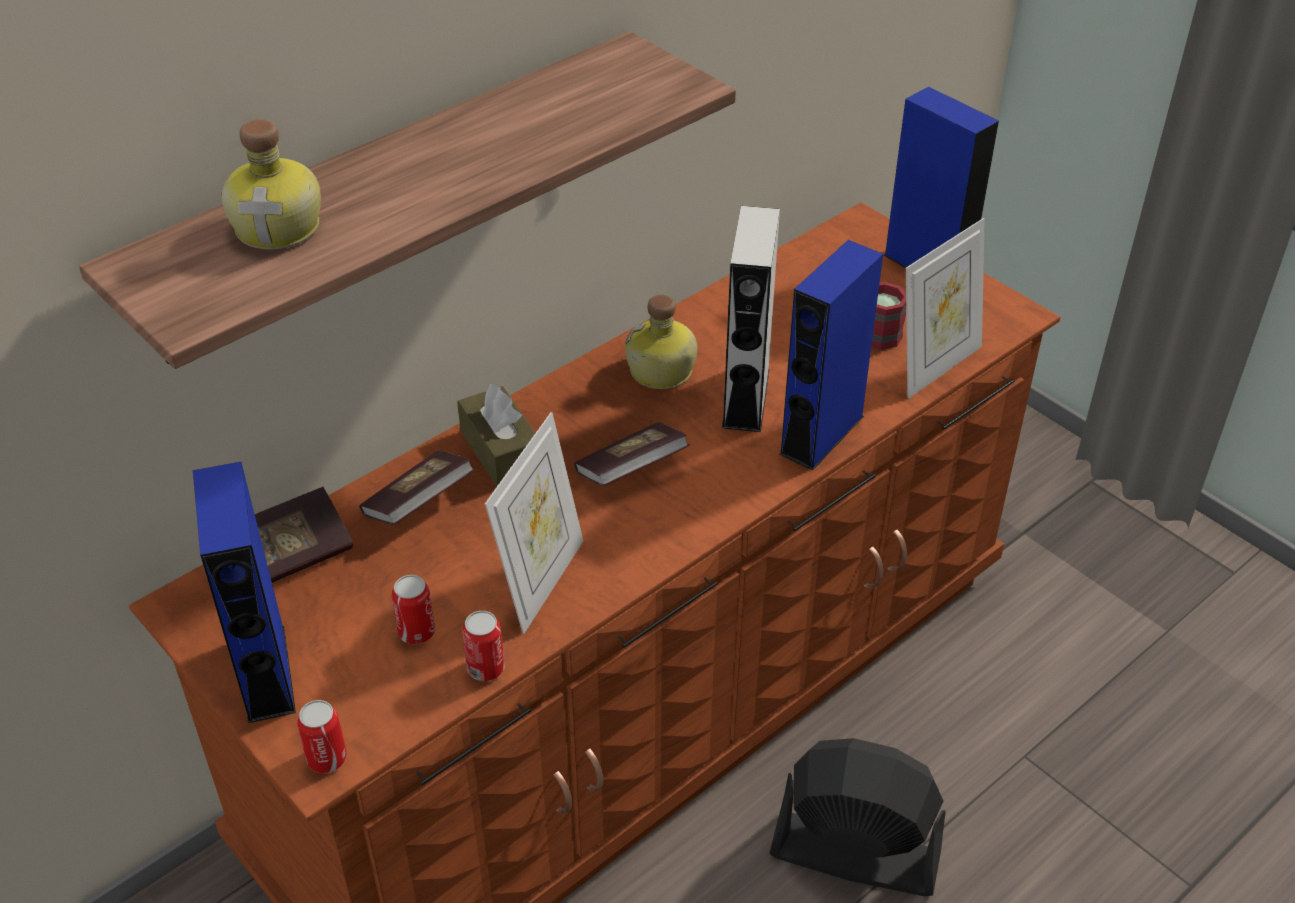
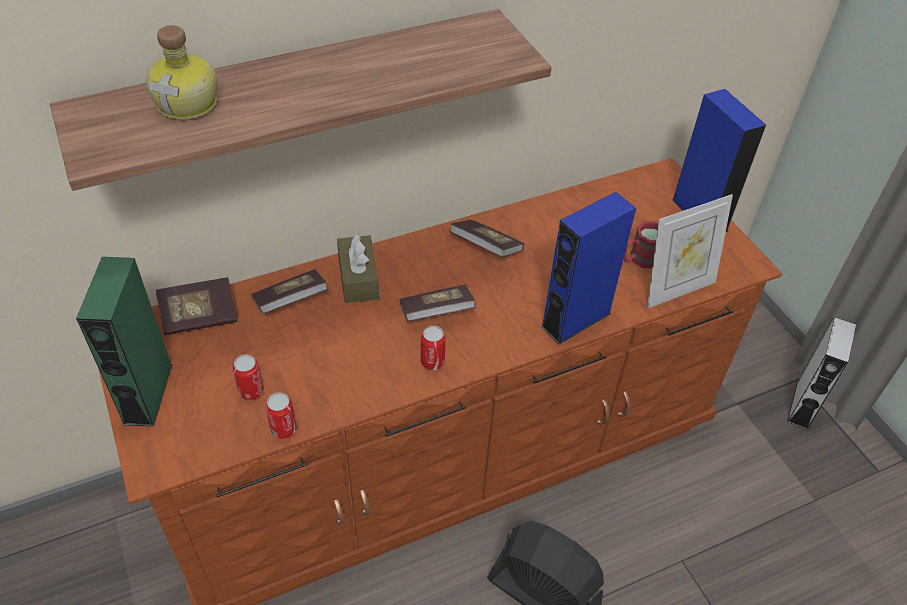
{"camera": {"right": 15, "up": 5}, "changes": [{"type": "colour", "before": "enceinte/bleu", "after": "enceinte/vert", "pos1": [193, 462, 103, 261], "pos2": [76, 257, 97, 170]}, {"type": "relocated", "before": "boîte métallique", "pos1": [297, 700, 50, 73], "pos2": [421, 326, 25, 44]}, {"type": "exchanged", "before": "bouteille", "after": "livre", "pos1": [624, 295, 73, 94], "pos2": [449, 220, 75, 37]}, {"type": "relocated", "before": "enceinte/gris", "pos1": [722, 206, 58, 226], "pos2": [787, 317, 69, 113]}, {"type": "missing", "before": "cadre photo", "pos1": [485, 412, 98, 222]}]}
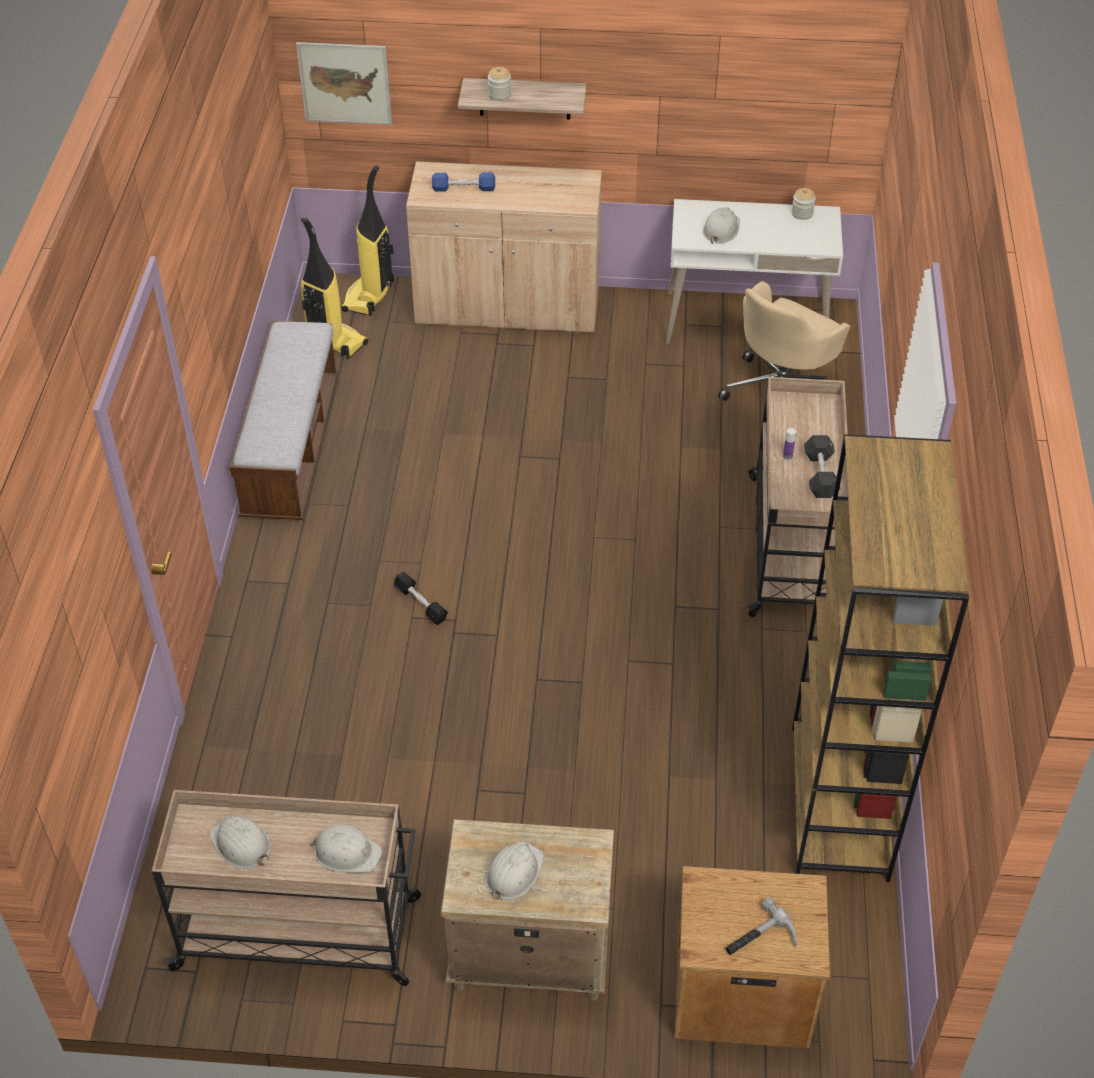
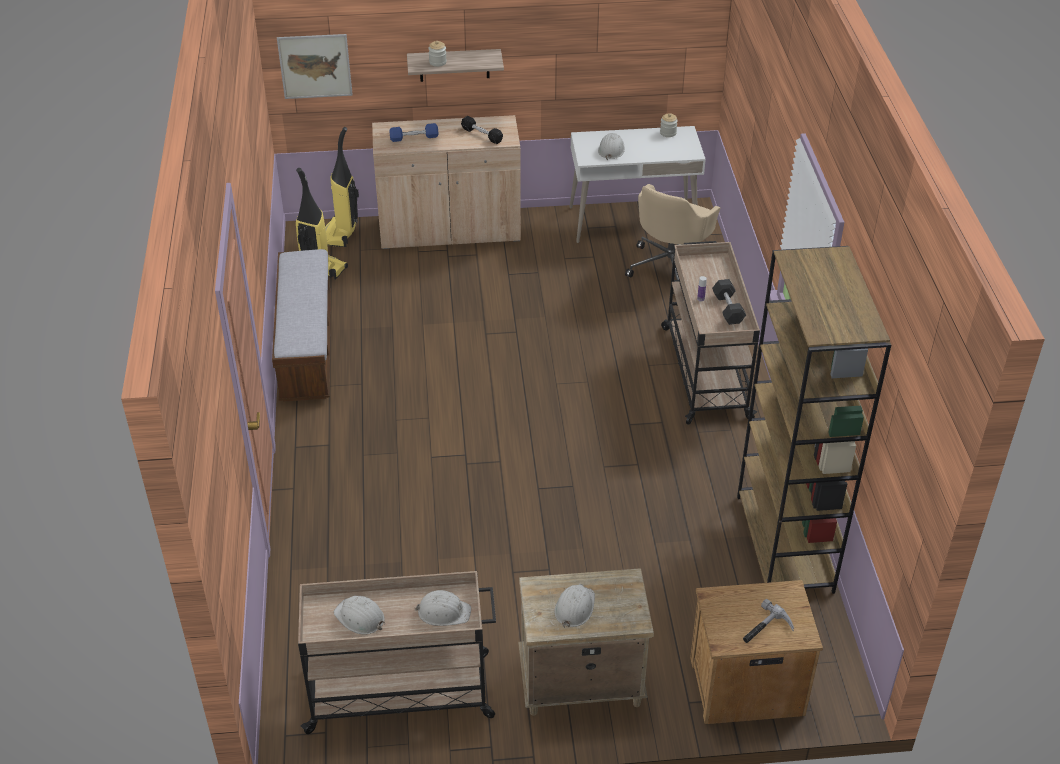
{"camera": {"right": -10, "up": -5}, "changes": [{"type": "relocated", "before": "haltère/noir", "pos1": [394, 572, 54, 53], "pos2": [461, 116, 42, 28]}]}
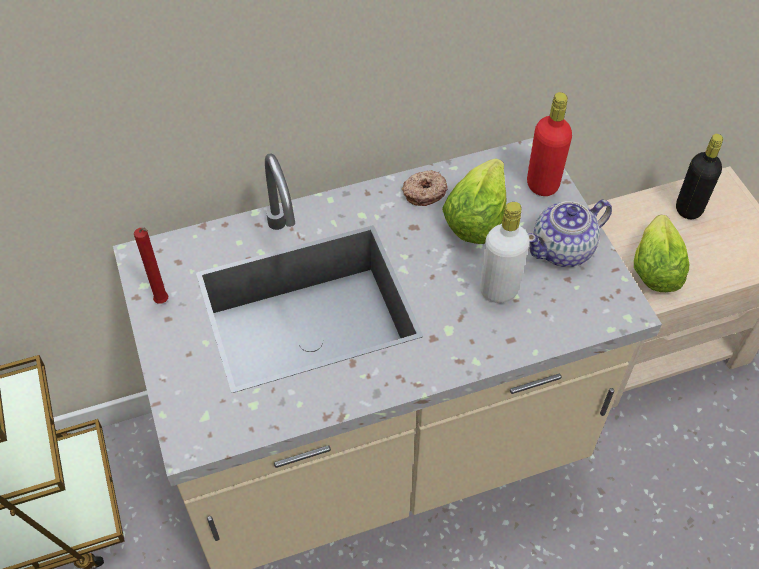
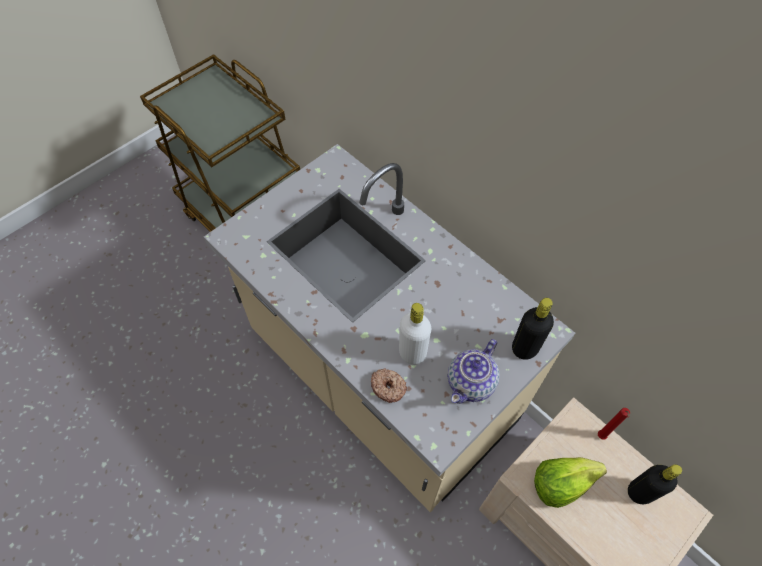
{"camera": {"right": 65, "up": 5}, "changes": [{"type": "relocated", "before": "beignet", "pos1": [402, 170, 46, 36], "pos2": [371, 368, 36, 35]}, {"type": "spun", "before": "théière", "pos1": [528, 200, 84, 67], "pos2": [447, 339, 53, 65], "turn": -90}, {"type": "colour", "before": "bouteille/rouge", "after": "bouteille/noir", "pos1": [527, 92, 45, 104], "pos2": [512, 298, 42, 62]}, {"type": "relocated", "before": "bougie/rouge", "pos1": [134, 228, 34, 76], "pos2": [598, 408, 32, 32]}, {"type": "missing", "before": "laitue", "pos1": [442, 158, 64, 86]}]}
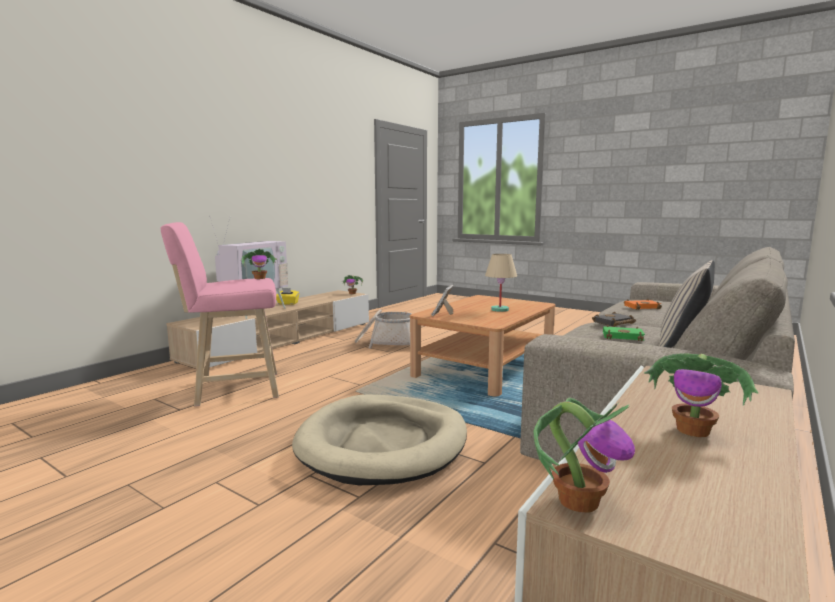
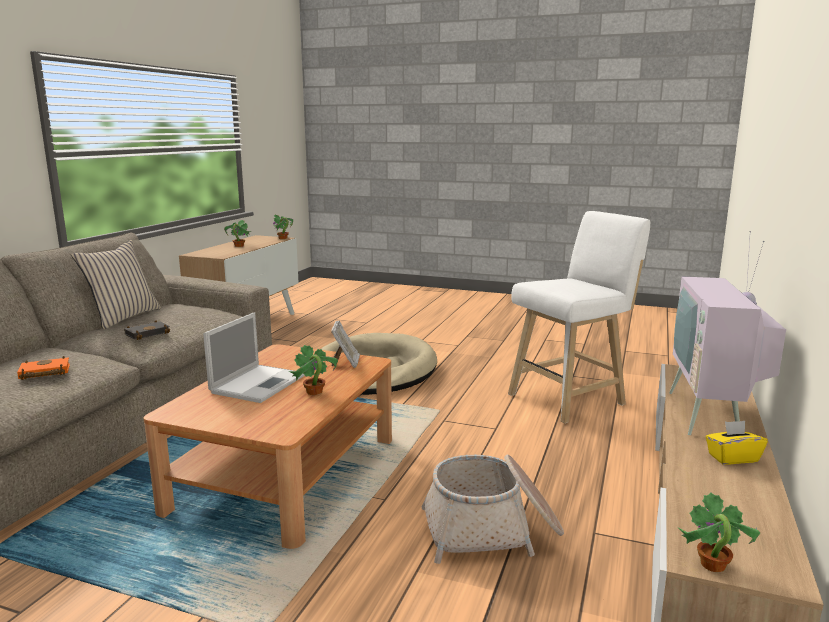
{"camera": {"right": 165, "up": 5}, "changes": [{"type": "exchanged", "before": "lampe de table/beige", "after": "ordinateur portable", "pos1": [485, 254, 32, 58], "pos2": [203, 312, 102, 91]}, {"type": "relocated", "before": "plante en pot", "pos1": [240, 249, 37, 30], "pos2": [289, 345, 49, 50]}, {"type": "colour", "before": "tabouret/rose", "after": "tabouret/blanc", "pos1": [161, 222, 118, 184], "pos2": [508, 211, 142, 213]}, {"type": "missing", "before": "livre/vert", "pos1": [603, 325, 42, 16]}]}
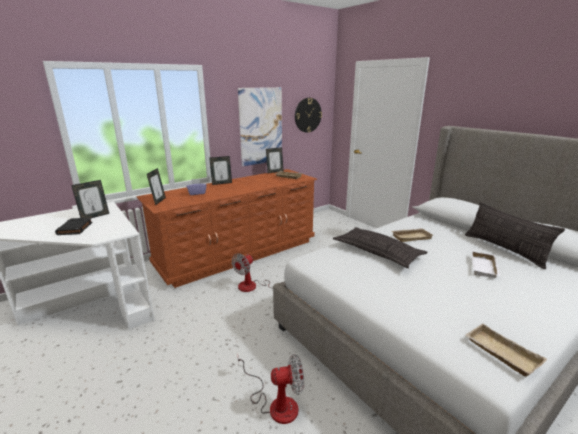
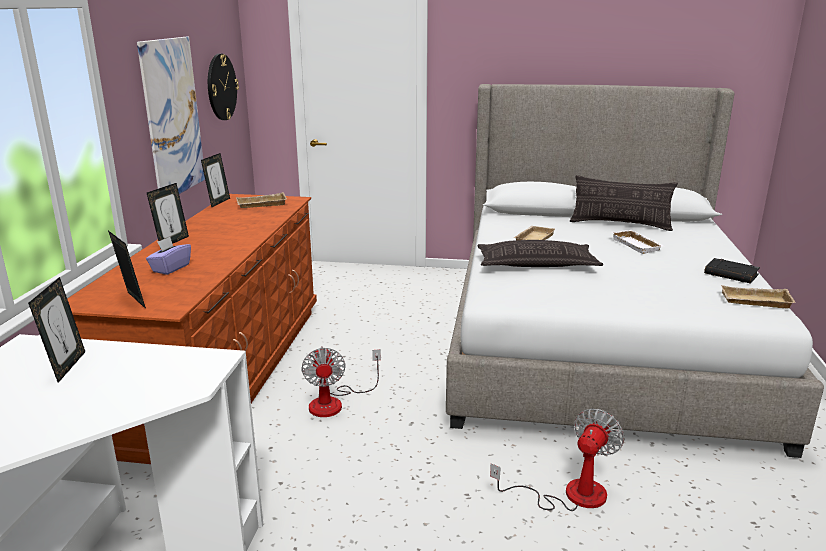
{"camera": {"right": -45, "up": 0}, "changes": [{"type": "relocated", "before": "livre/noir", "pos1": [55, 218, 37, 17], "pos2": [704, 258, 56, 26]}]}
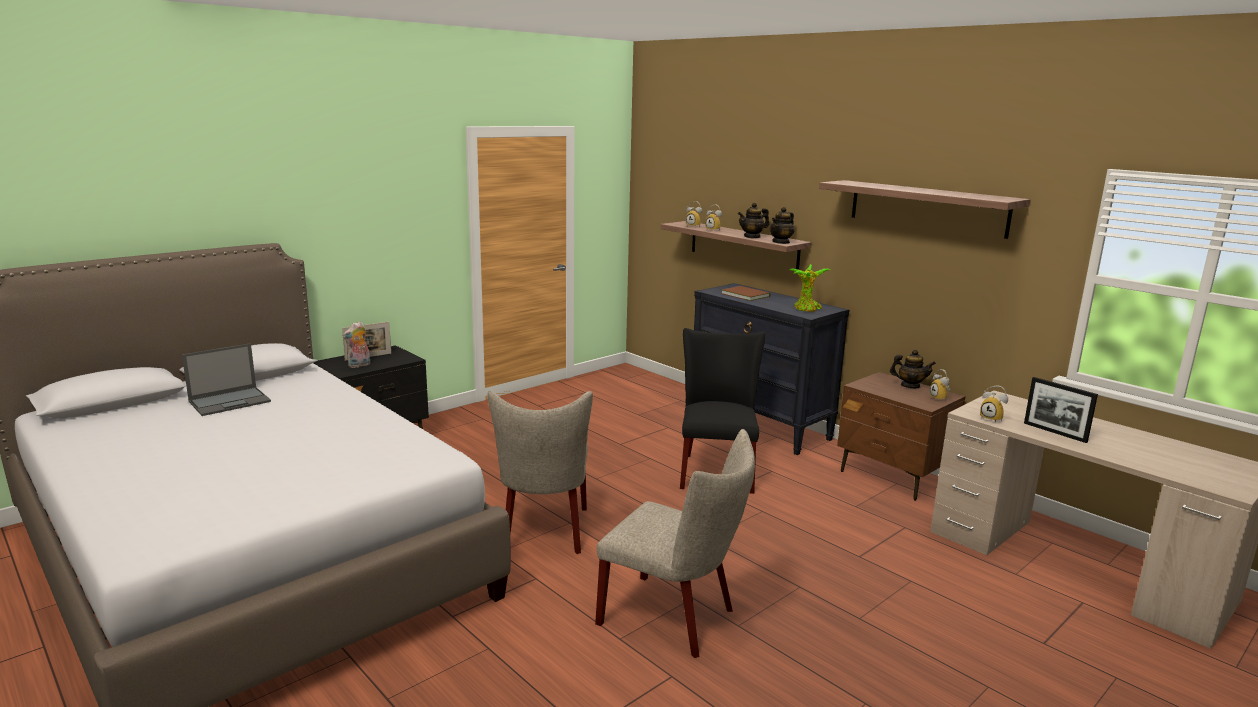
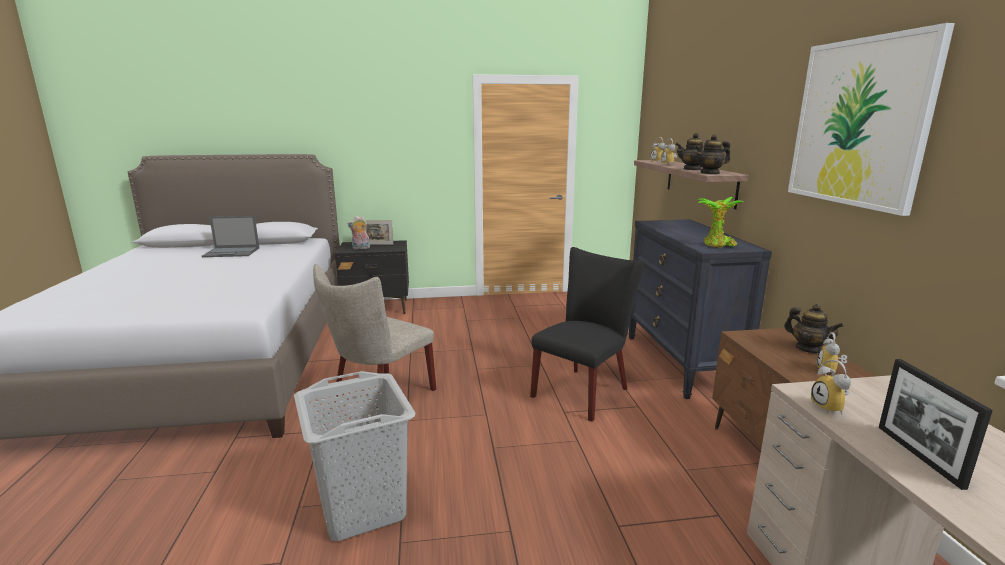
{"camera": {"right": 35, "up": 0}, "changes": [{"type": "exchanged", "before": "chaise/beige", "after": "panier à linge/gris", "pos1": [595, 429, 160, 229], "pos2": [294, 371, 122, 170]}, {"type": "exchanged", "before": "étagère", "after": "tableau", "pos1": [819, 180, 211, 59], "pos2": [788, 23, 167, 193]}, {"type": "missing", "before": "livre/marron", "pos1": [721, 286, 50, 15]}]}
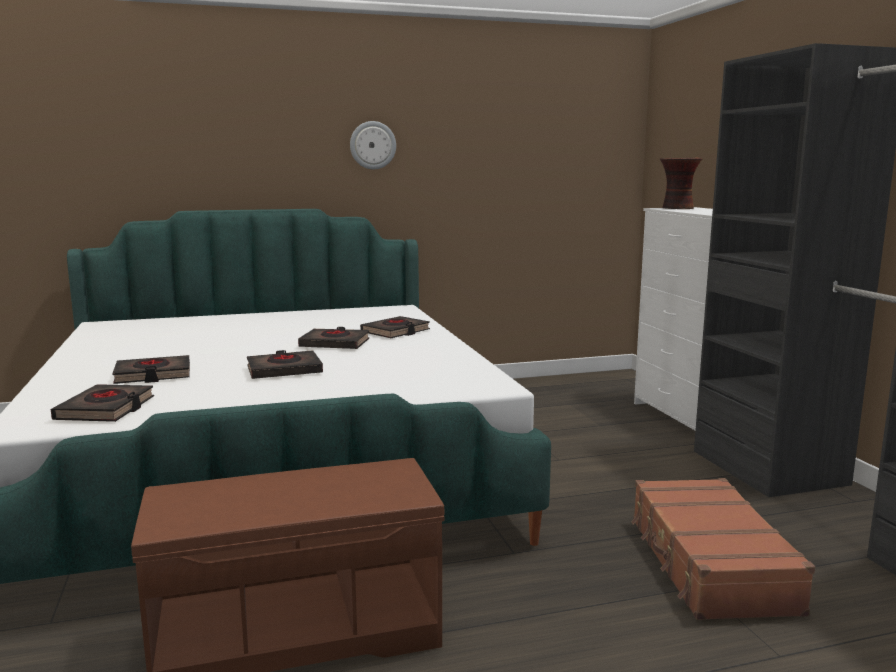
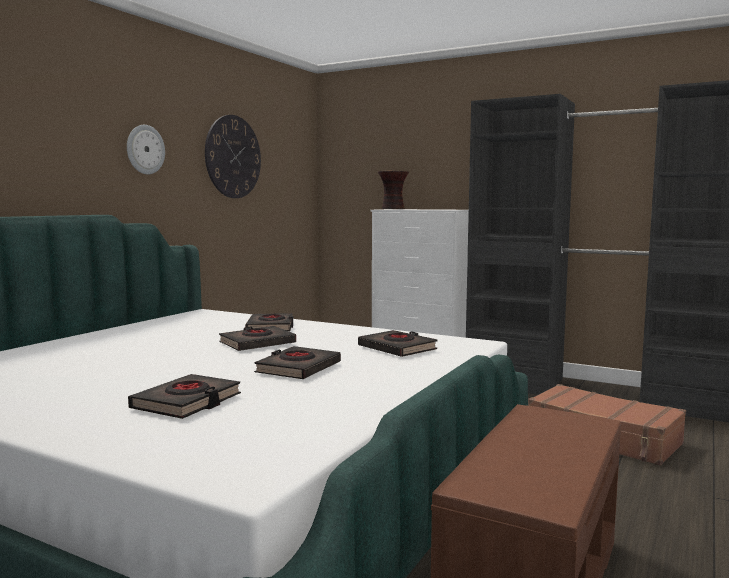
{"camera": {"right": -45, "up": -5}, "changes": [{"type": "appeared", "after": "horloge murale", "pos2": [205, 115, 56, 83]}, {"type": "relocated", "before": "livre/noir", "pos1": [51, 384, 103, 38], "pos2": [358, 330, 79, 27]}]}
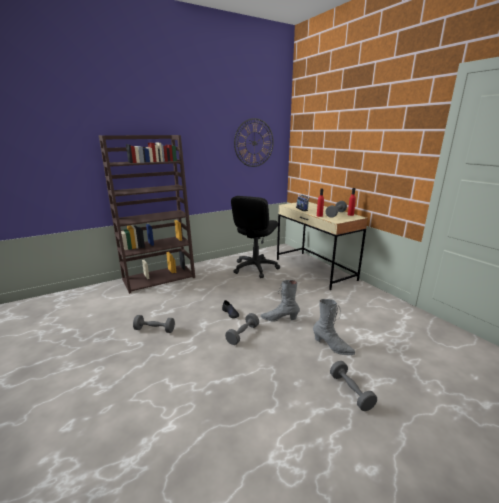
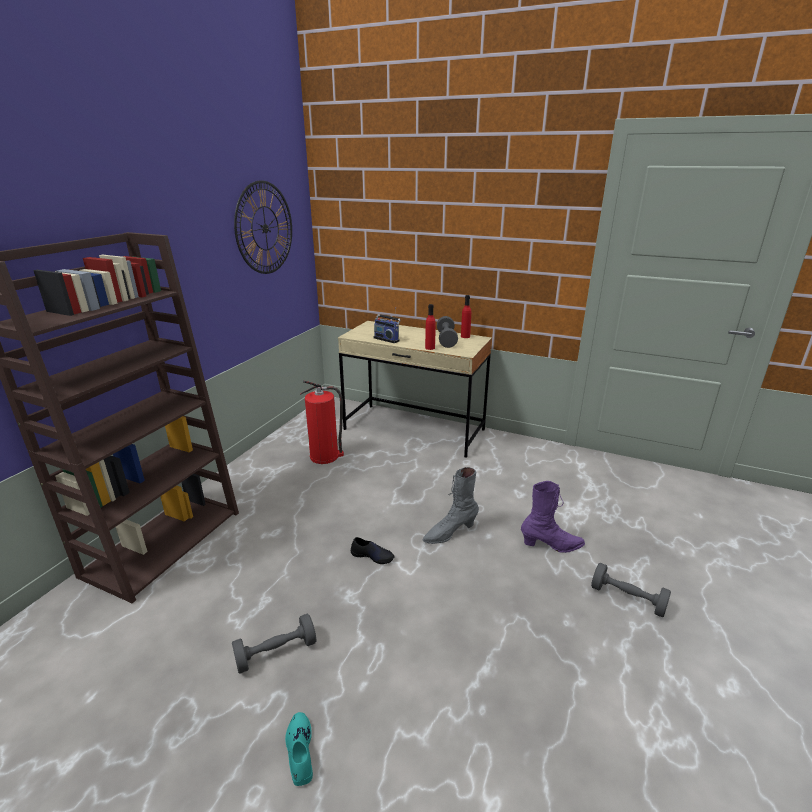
{"camera": {"right": -35, "up": 5}, "changes": [{"type": "appeared", "after": "chaussure/turquoise", "pos2": [285, 712, 28, 74]}, {"type": "exchanged", "before": "chaise de bureau/noir", "after": "extincteur", "pos1": [231, 196, 49, 82], "pos2": [300, 381, 44, 83]}, {"type": "colour", "before": "botte/gris", "after": "botte/violet", "pos1": [313, 299, 42, 56], "pos2": [521, 481, 64, 72]}, {"type": "missing", "before": "haltère/gris", "pos1": [225, 313, 34, 32]}]}
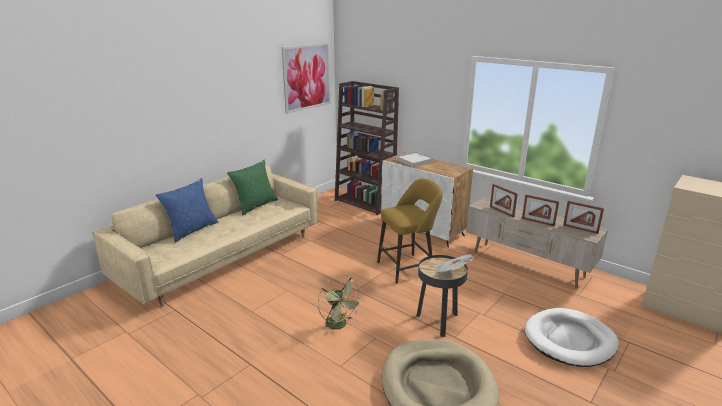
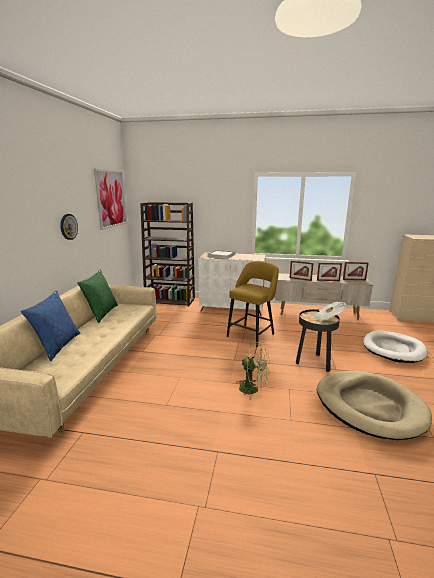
{"camera": {"right": -30, "up": -5}, "changes": [{"type": "appeared", "after": "horloge murale", "pos2": [60, 214, 18, 26]}]}
